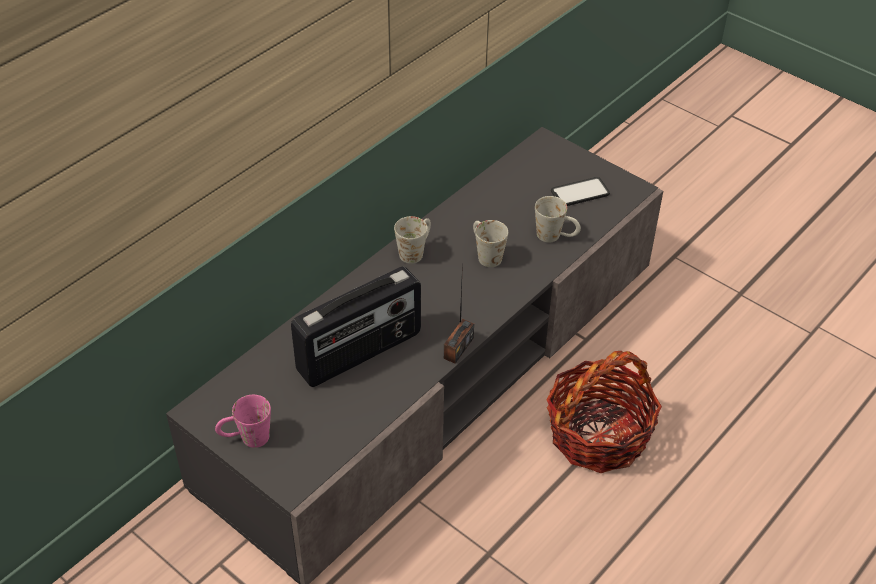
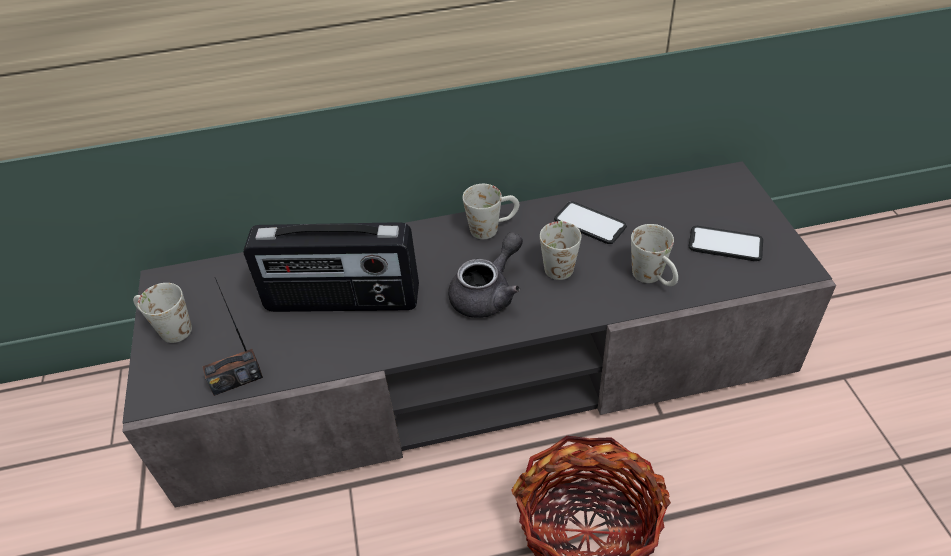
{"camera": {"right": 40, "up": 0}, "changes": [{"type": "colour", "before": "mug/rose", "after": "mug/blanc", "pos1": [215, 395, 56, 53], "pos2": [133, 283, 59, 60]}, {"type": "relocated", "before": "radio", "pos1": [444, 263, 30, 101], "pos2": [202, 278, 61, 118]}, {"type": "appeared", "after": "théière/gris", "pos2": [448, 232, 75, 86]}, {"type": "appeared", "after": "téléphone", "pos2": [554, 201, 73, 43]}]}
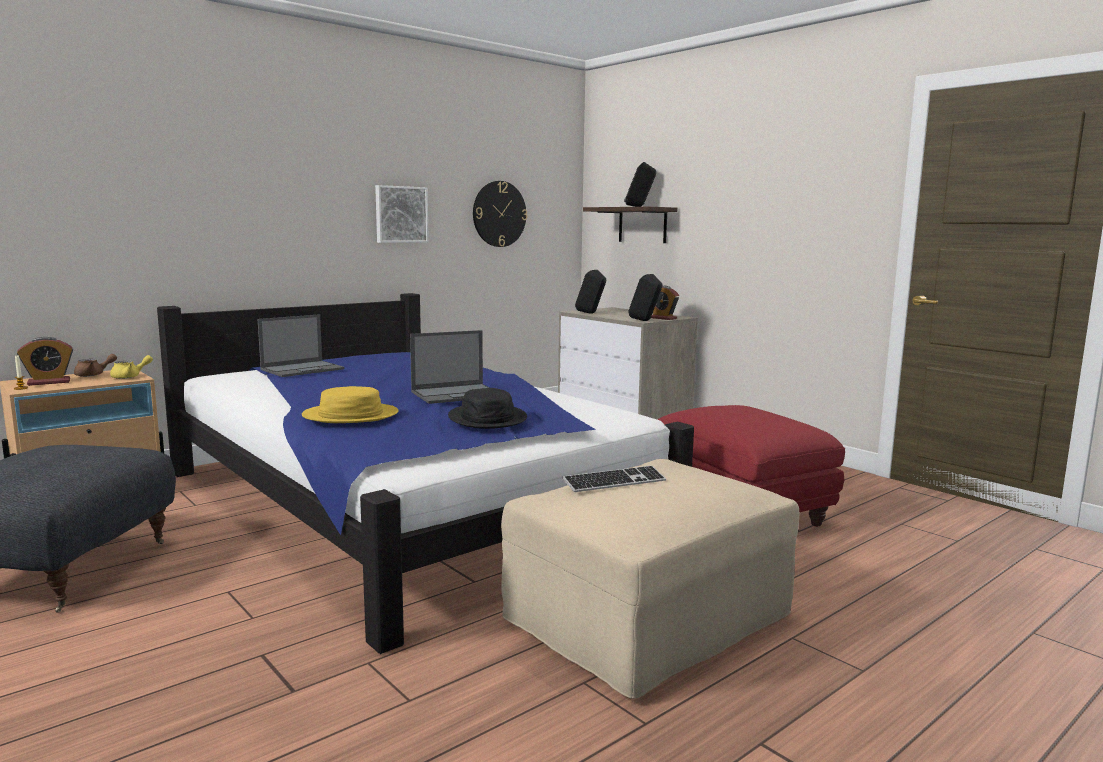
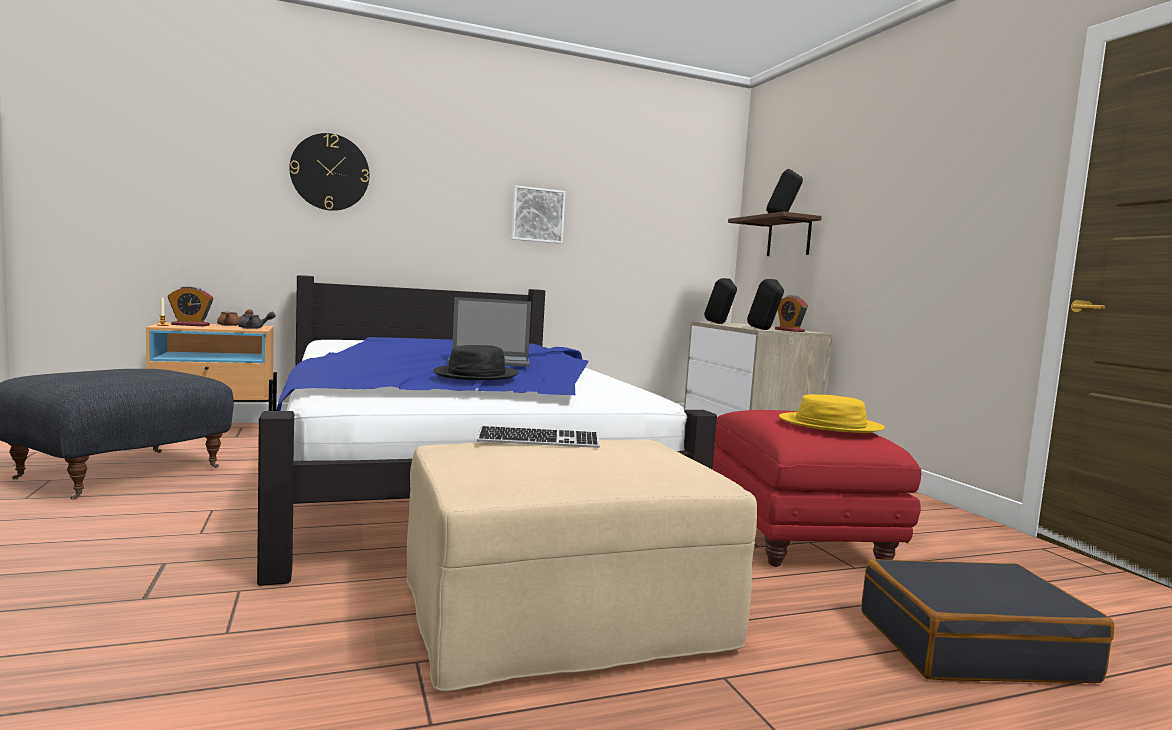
{"camera": {"right": 20, "up": -5}, "changes": [{"type": "colour", "before": "théière/jaune", "after": "théière/gris", "pos1": [110, 355, 43, 24], "pos2": [238, 312, 38, 17]}, {"type": "relocated", "before": "horloge murale", "pos1": [473, 181, 54, 66], "pos2": [289, 133, 80, 78]}, {"type": "relocated", "before": "chapeau/jaune", "pos1": [302, 386, 97, 37], "pos2": [779, 394, 106, 39]}, {"type": "appeared", "after": "valise/noir", "pos2": [861, 559, 253, 124]}, {"type": "missing", "before": "ordinateur portable", "pos1": [258, 314, 87, 63]}]}
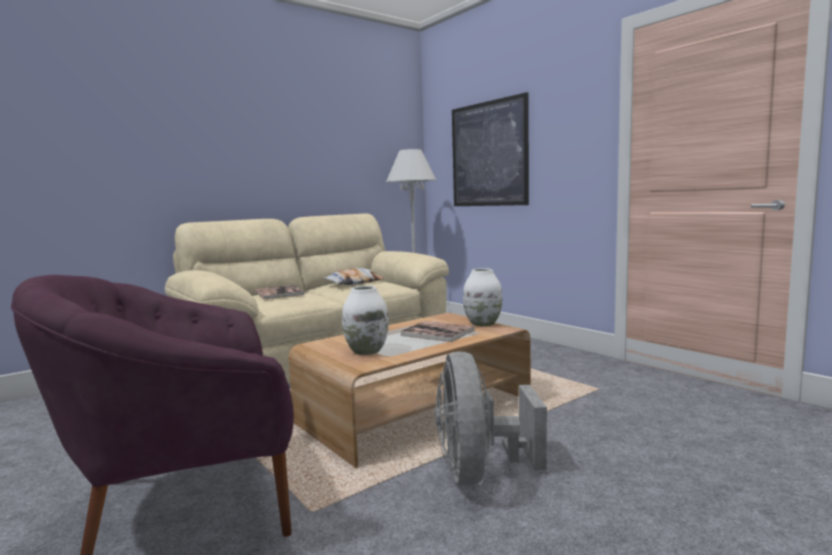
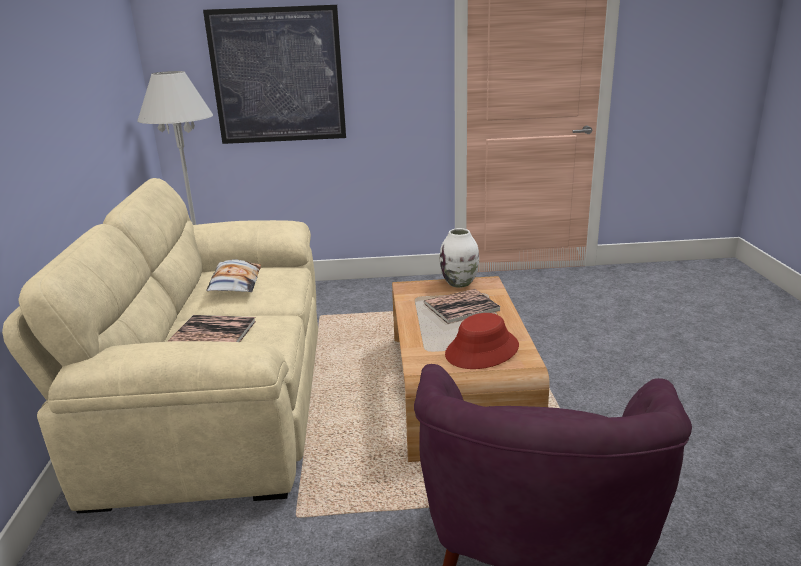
{"camera": {"right": -55, "up": 15}, "changes": [{"type": "exchanged", "before": "vase/blanc", "after": "chapeau/rouge", "pos1": [342, 286, 47, 69], "pos2": [445, 313, 74, 56]}, {"type": "missing", "before": "ventilateur/gris", "pos1": [435, 351, 112, 134]}]}
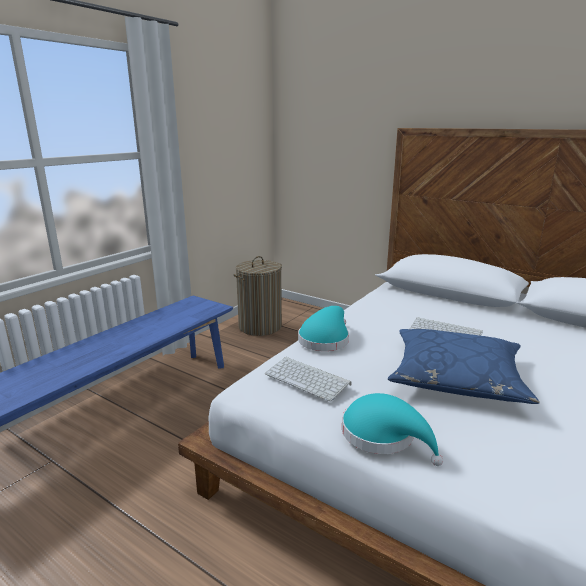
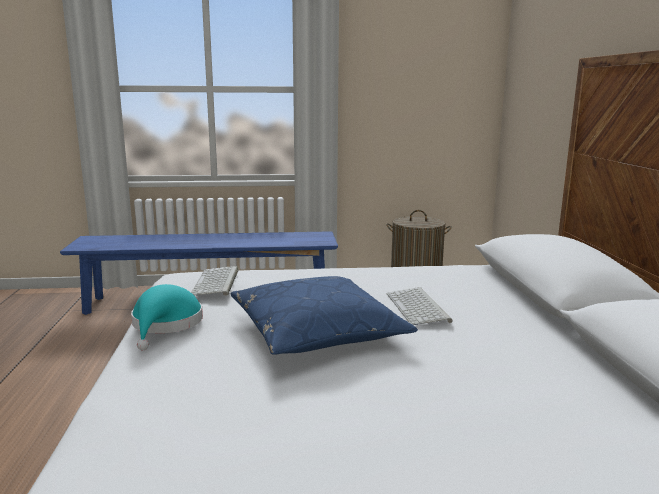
{"camera": {"right": 50, "up": -5}, "changes": [{"type": "missing", "before": "chapeau/turquoise", "pos1": [298, 306, 51, 45]}]}
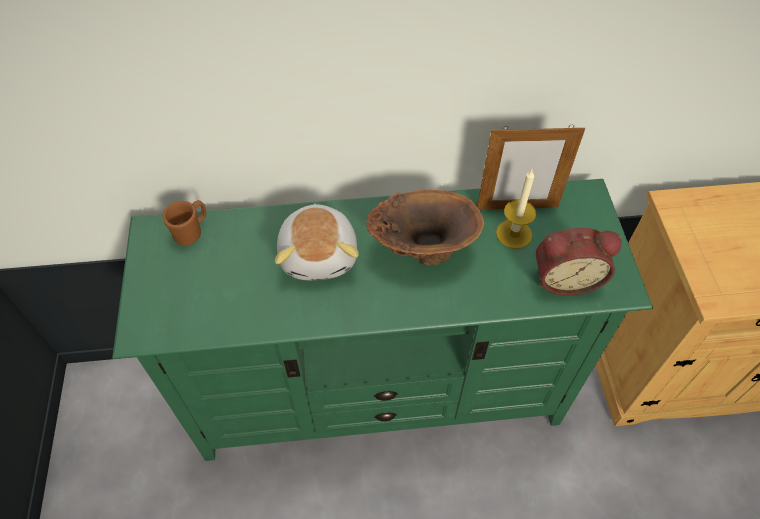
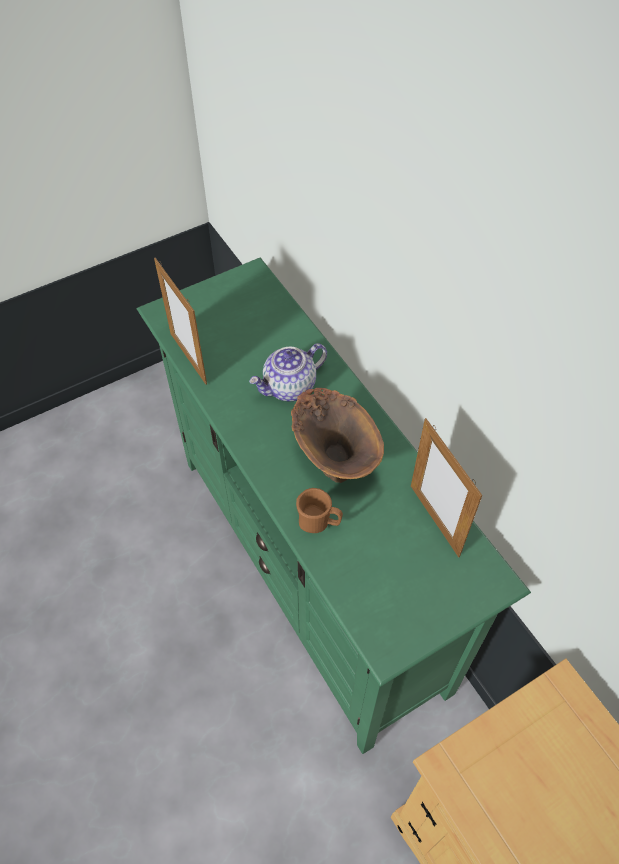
{"camera": {"right": 65, "up": 0}, "changes": [{"type": "appeared", "after": "cadre photo", "pos2": [154, 258, 53, 127]}, {"type": "exchanged", "before": "peluche", "after": "théière", "pos1": [275, 204, 84, 76], "pos2": [249, 343, 78, 58]}, {"type": "relocated", "before": "mug/marron", "pos1": [162, 200, 44, 46], "pos2": [296, 488, 47, 45]}, {"type": "missing", "before": "bougie", "pos1": [496, 169, 40, 80]}, {"type": "missing", "before": "réveil", "pos1": [536, 228, 86, 68]}]}
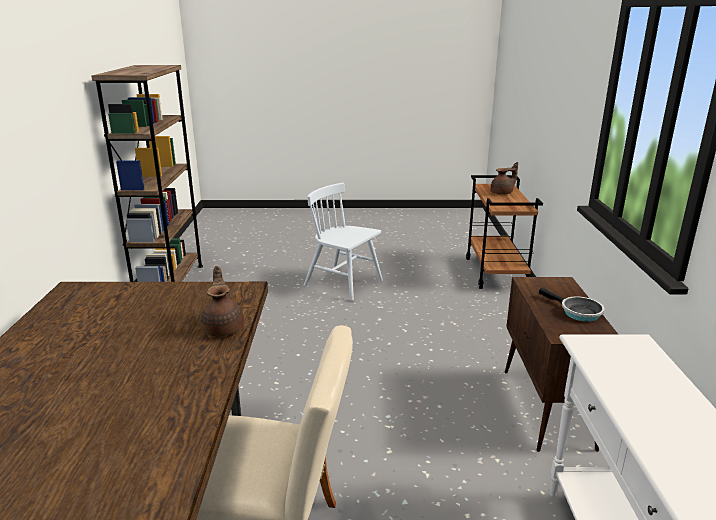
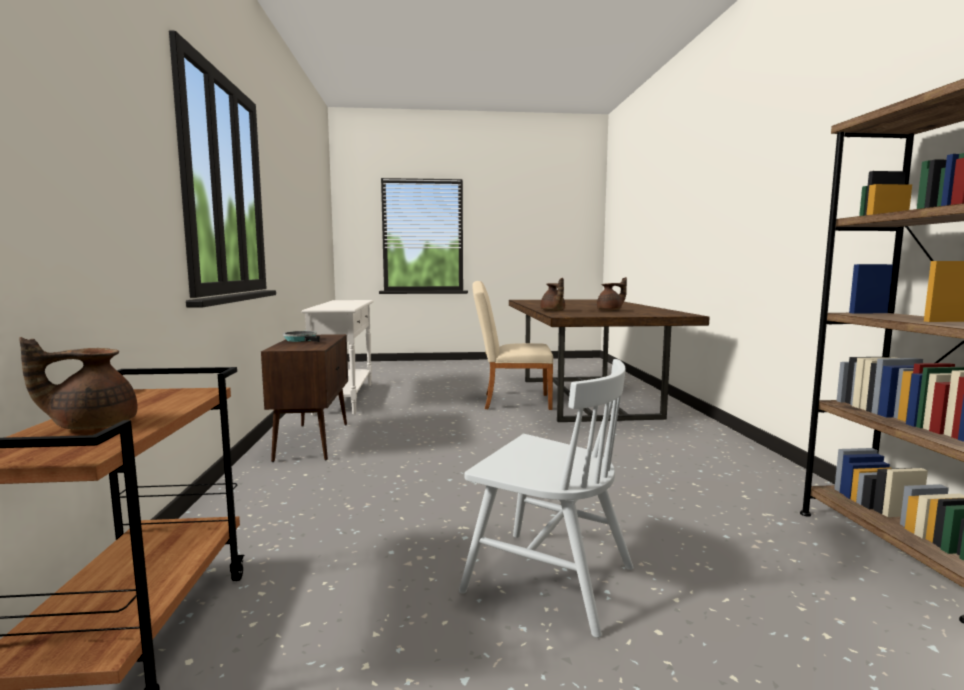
{"camera": {"right": 175, "up": -15}, "changes": [{"type": "appeared", "after": "théière/marron", "pos2": [597, 277, 30, 34]}]}
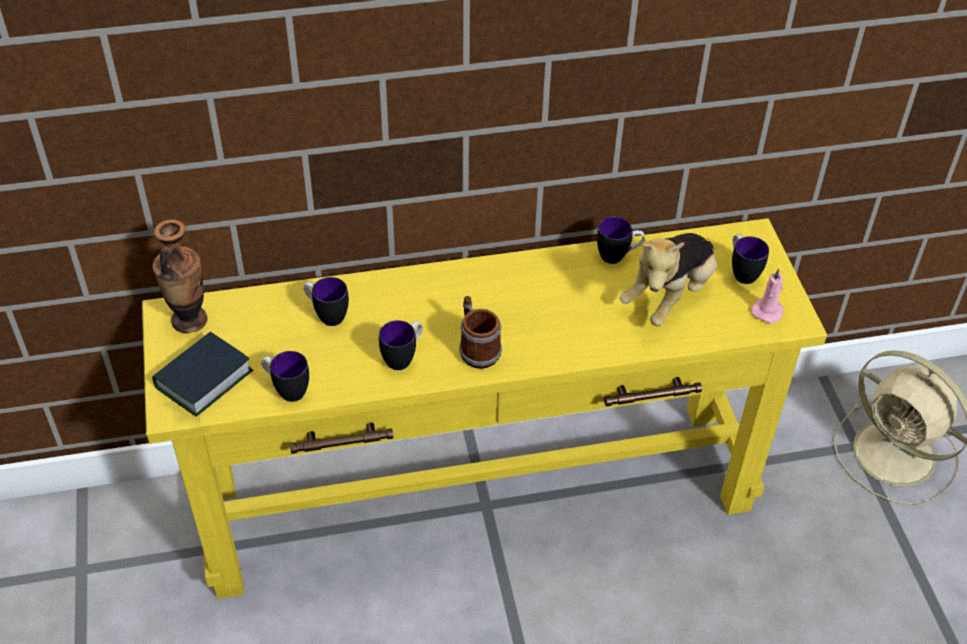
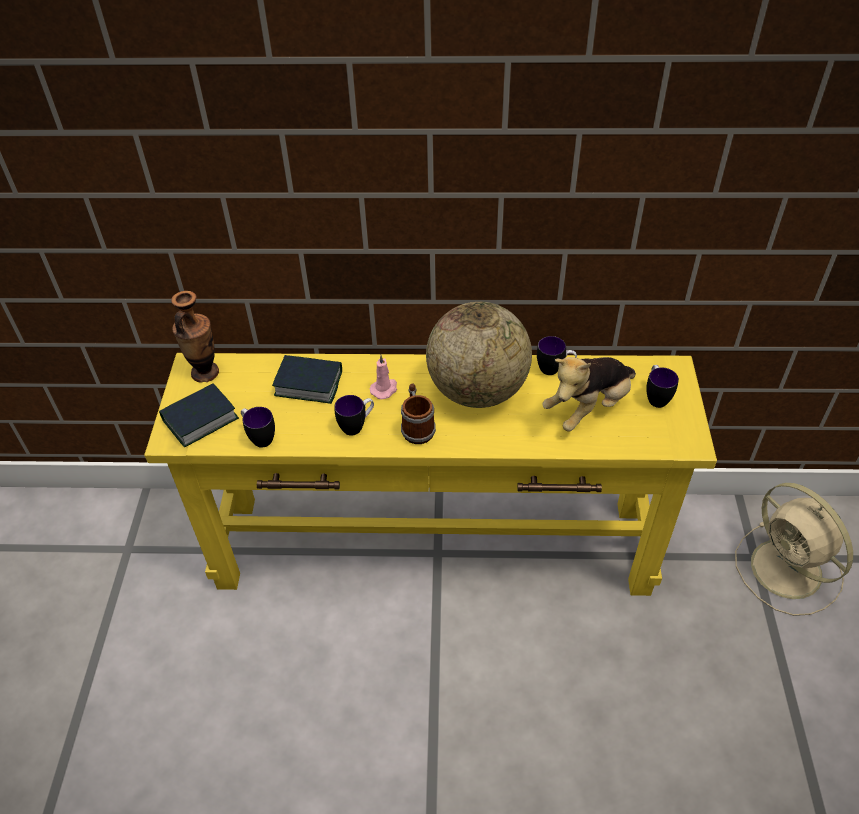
{"camera": {"right": 15, "up": 0}, "changes": [{"type": "exchanged", "before": "mug", "after": "livre", "pos1": [304, 277, 45, 49], "pos2": [272, 355, 70, 49]}, {"type": "relocated", "before": "bougie/rose", "pos1": [751, 268, 33, 55], "pos2": [370, 355, 27, 44]}, {"type": "appeared", "after": "globe", "pos2": [426, 302, 106, 106]}]}
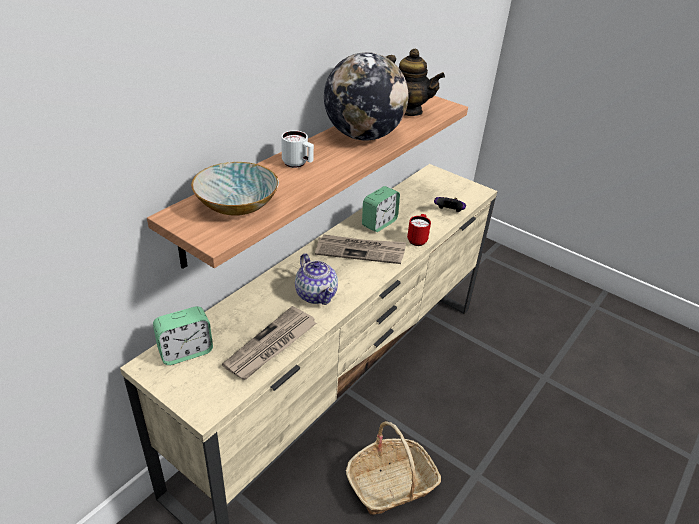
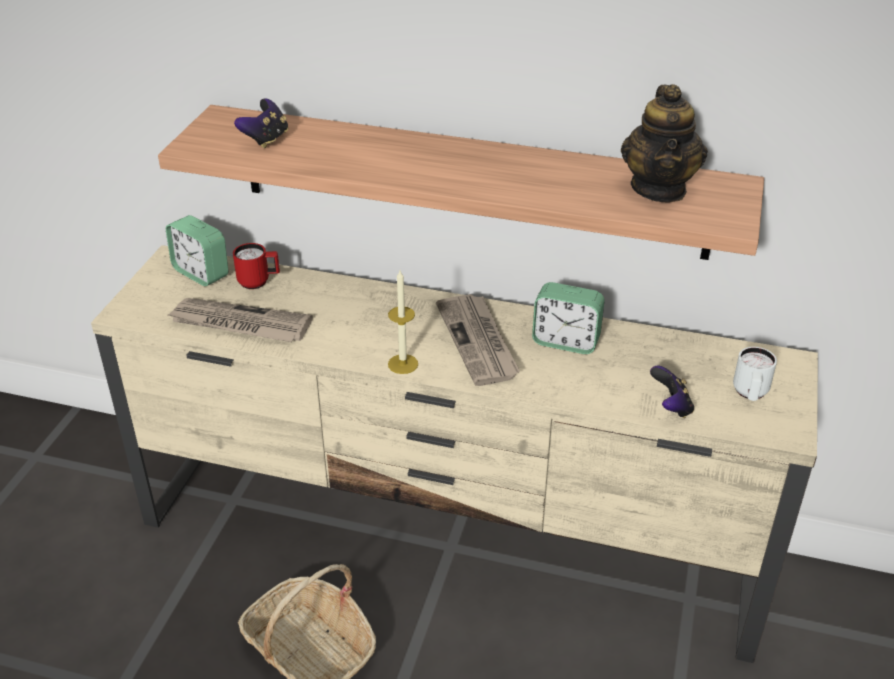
{"camera": {"right": 70, "up": 0}, "changes": [{"type": "relocated", "before": "mug/rouge", "pos1": [407, 214, 24, 32], "pos2": [233, 243, 47, 46]}, {"type": "exchanged", "before": "bol", "after": "manette", "pos1": [191, 162, 88, 54], "pos2": [234, 99, 54, 49]}, {"type": "appeared", "after": "bougie", "pos2": [388, 271, 30, 103]}, {"type": "relocated", "before": "mug/blanc", "pos1": [281, 131, 33, 37], "pos2": [733, 347, 44, 54]}, {"type": "missing", "before": "théière", "pos1": [295, 253, 43, 52]}, {"type": "missing", "before": "globe", "pos1": [324, 52, 84, 89]}]}
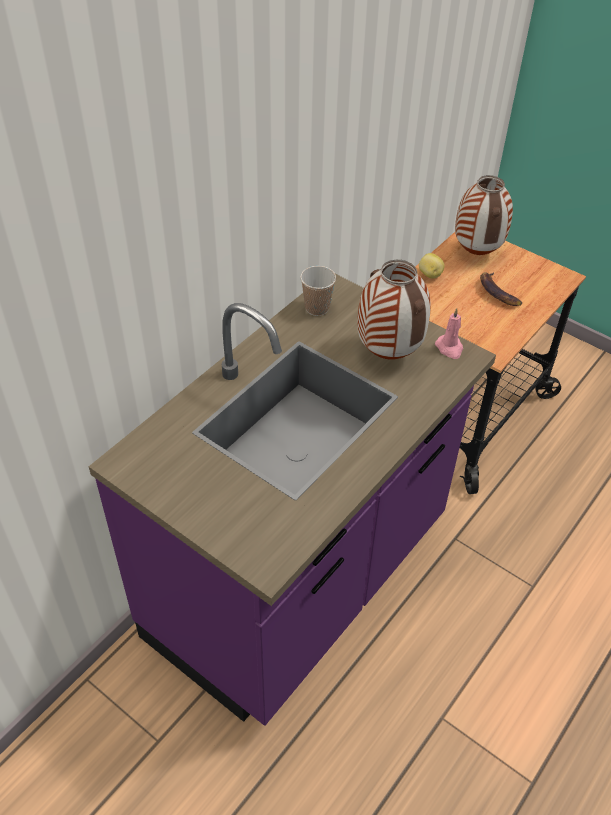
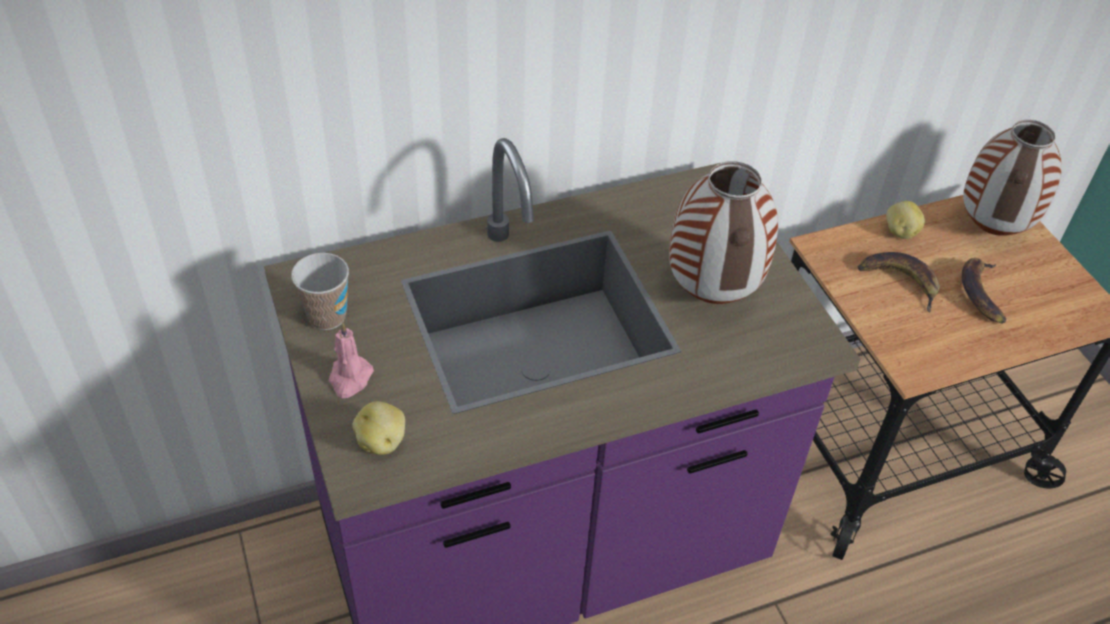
{"camera": {"right": 30, "up": 0}, "changes": [{"type": "relocated", "before": "tasse", "pos1": [300, 266, 36, 50], "pos2": [291, 253, 58, 77]}, {"type": "relocated", "before": "bougie/rose", "pos1": [435, 308, 28, 51], "pos2": [329, 322, 45, 76]}, {"type": "appeared", "after": "pomme de terre", "pos2": [352, 401, 53, 54]}, {"type": "appeared", "after": "banane", "pos2": [858, 252, 82, 60]}]}
